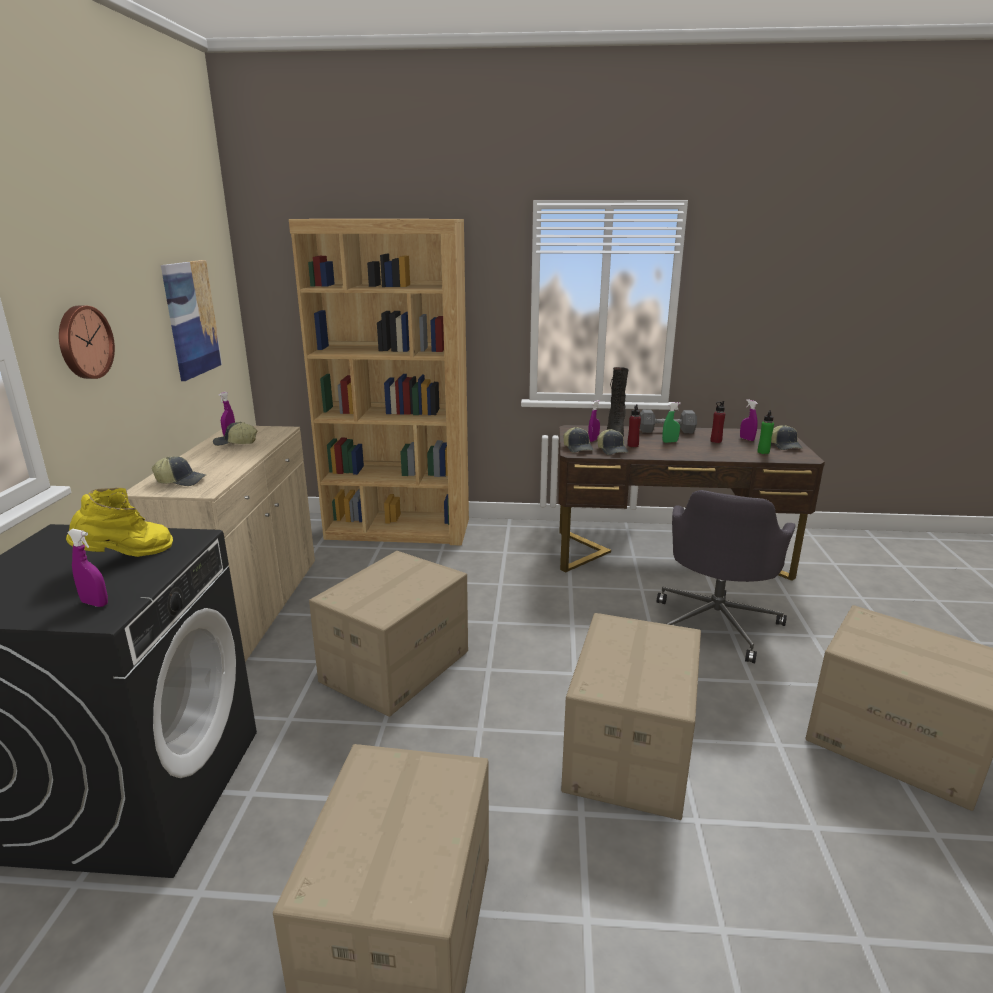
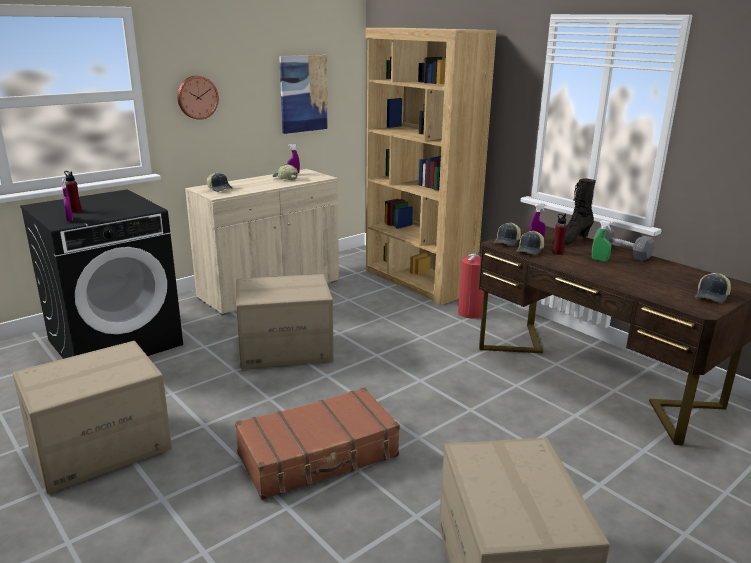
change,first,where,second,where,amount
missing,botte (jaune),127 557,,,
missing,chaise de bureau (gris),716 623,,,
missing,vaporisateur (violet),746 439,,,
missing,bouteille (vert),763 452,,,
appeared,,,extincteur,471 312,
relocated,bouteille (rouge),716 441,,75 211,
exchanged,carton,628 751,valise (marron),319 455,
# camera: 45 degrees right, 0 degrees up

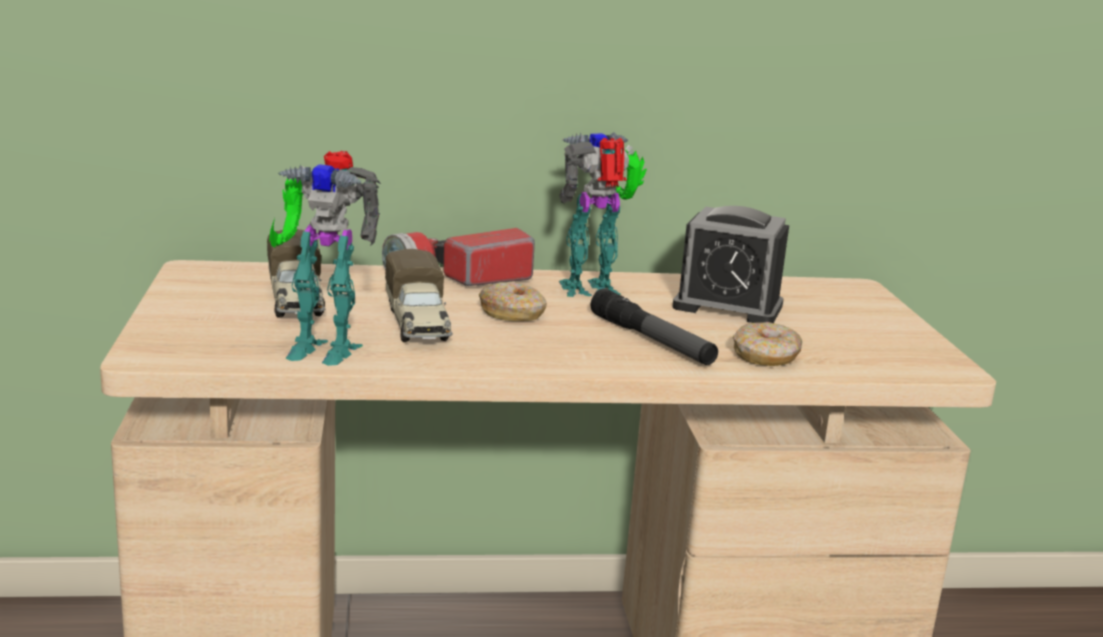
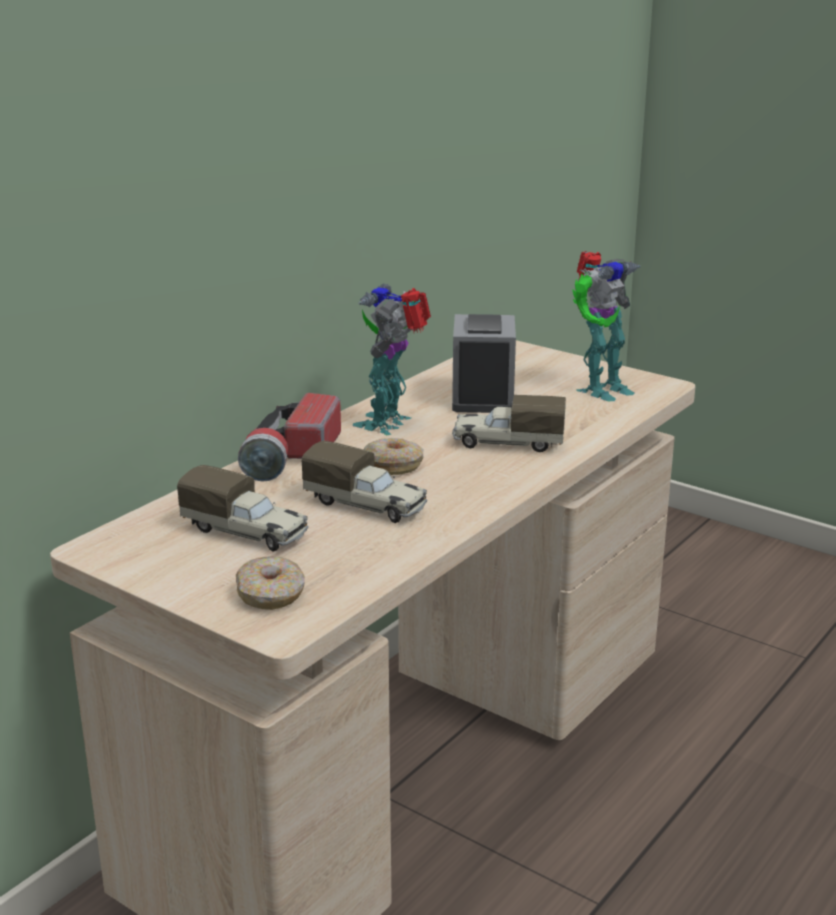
change,first,where,second,where,amount
relocated,robot jouet,321 347,,600 389,
relocated,beignet,765 356,,271 594,
exchanged,lampe de poche,651 340,camion jouet,507 443,
spun,réveil,728 306,,482 396,120 degrees clockwise
# camera: 45 degrees left, 5 degrees up

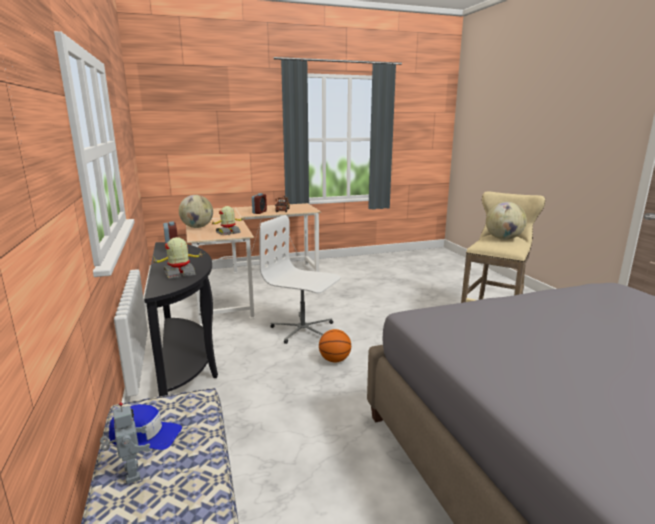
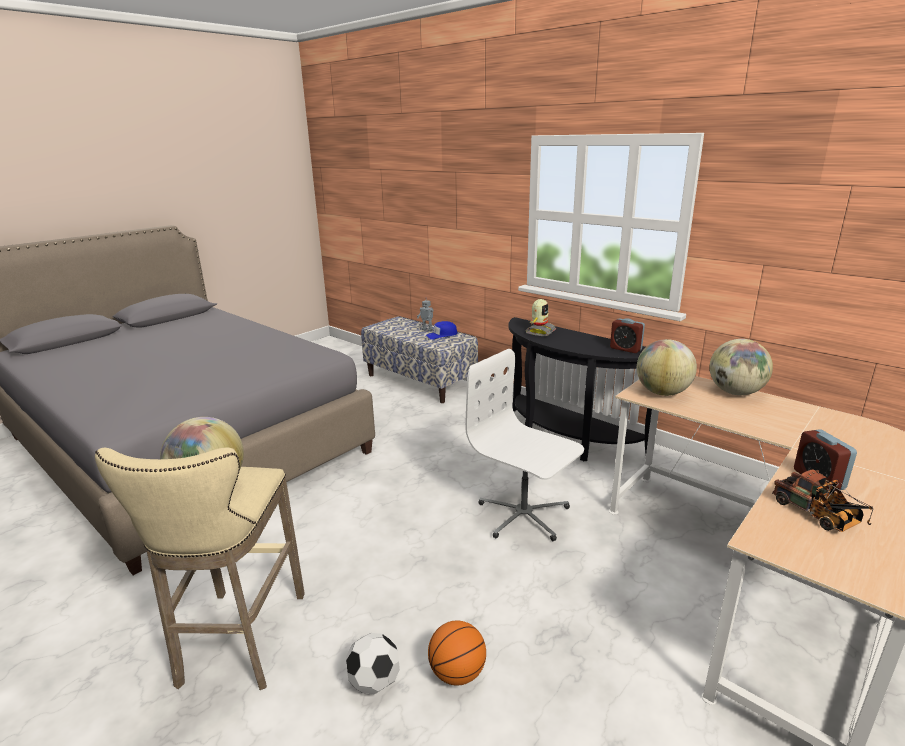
change,first,where,second,where,amount
appeared,,,ballon de foot,374 682,
relocated,ballon de basket,334 360,,457 673,
exchanged,robot jouet,228 233,globe,662 392,
spun,chaise de bureau (blanc),303 330,,523 515,135 degrees counterclockwise
# camera: 150 degrees right, 5 degrees up

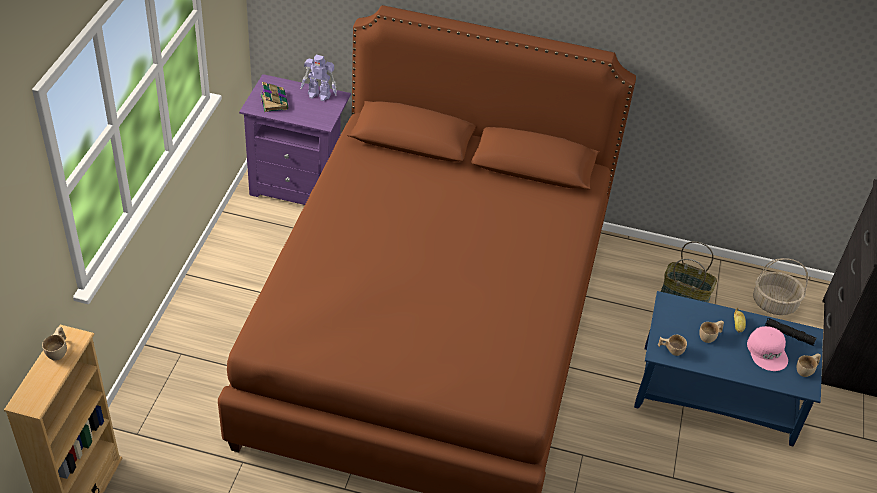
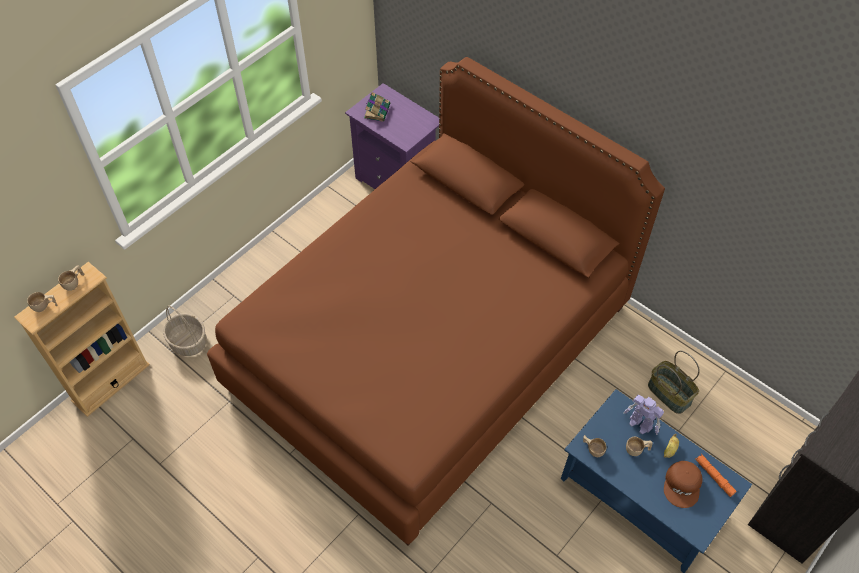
change,first,where,second,where,amount
relocated,robot jouet,319 95,,640 424,
relocated,panier,773 303,,188 342,
relocated,tasse (beige),807 370,,45 307,
colour,casquette (rose),767 352,casquette (marron),682 485,
colour,lampe de poche (noir),789 334,lampe de poche (orange),714 477,
# camera: 30 degrees right, 10 degrees up

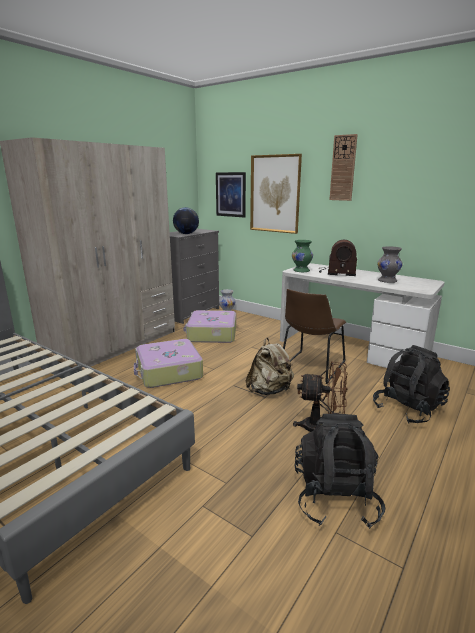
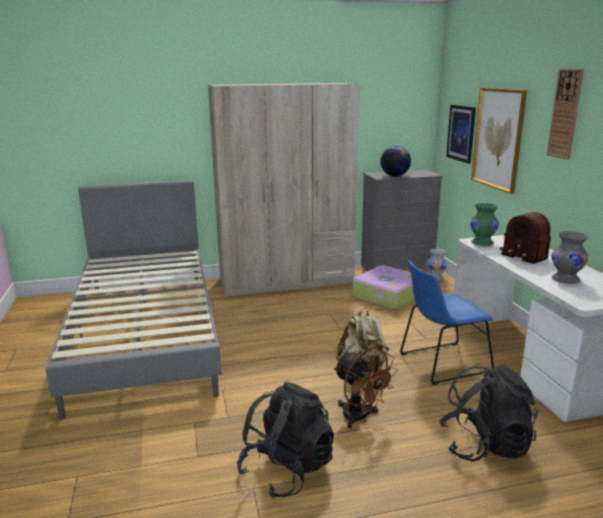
change,first,where,second,where,amount
missing,valise,168 372,,,
colour,chaise (marron),311 367,chaise (bleu),441 363,
# camera: 40 degrees right, 0 degrees up

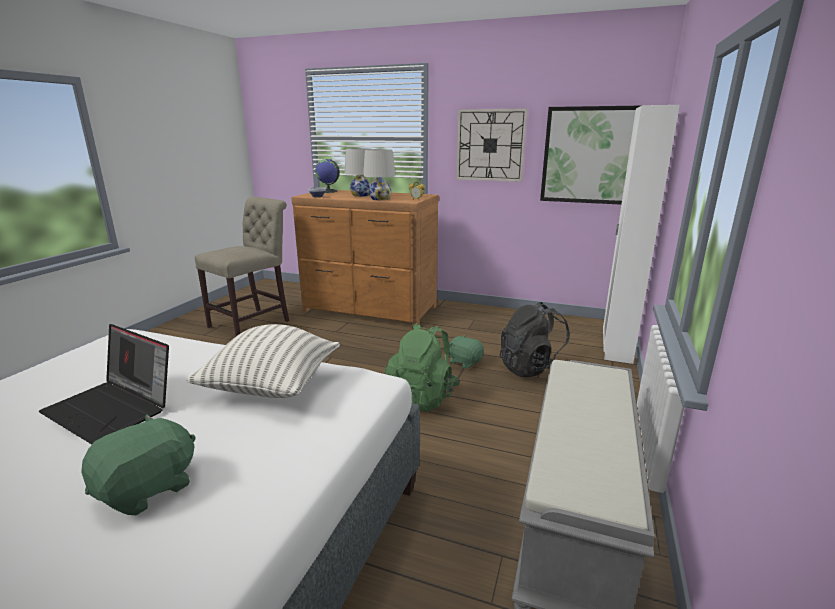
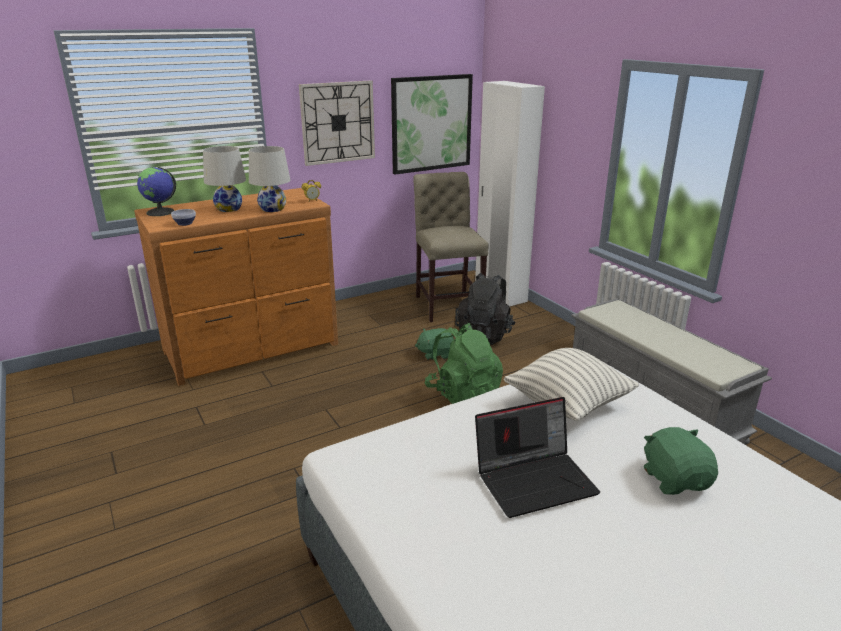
change,first,where,second,where,amount
relocated,chaise (beige),253 322,,447 304,
# camera: 50 degrees left, 5 degrees up

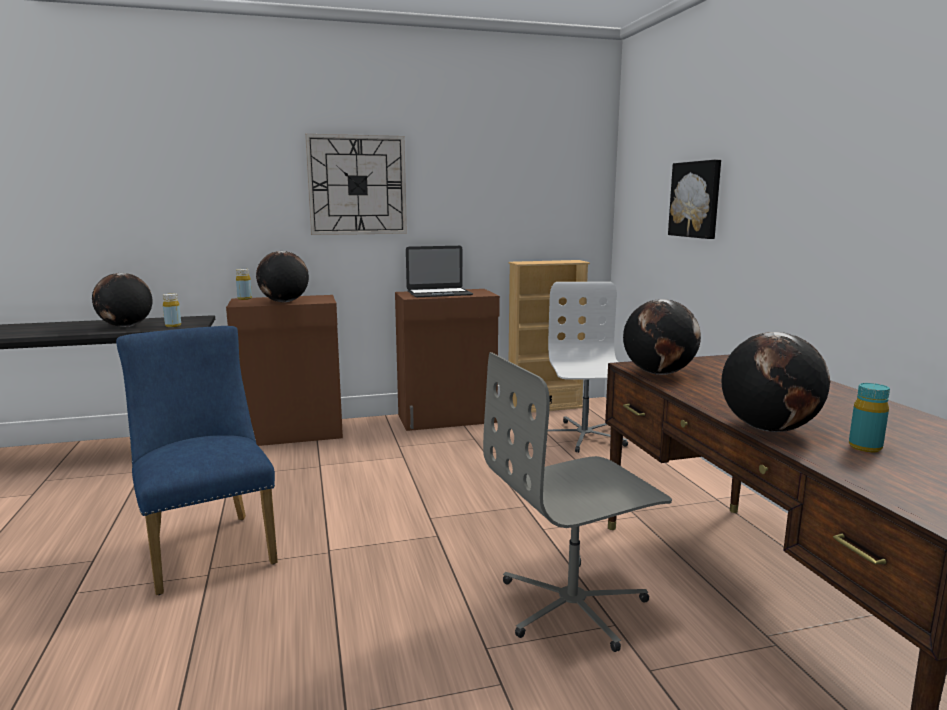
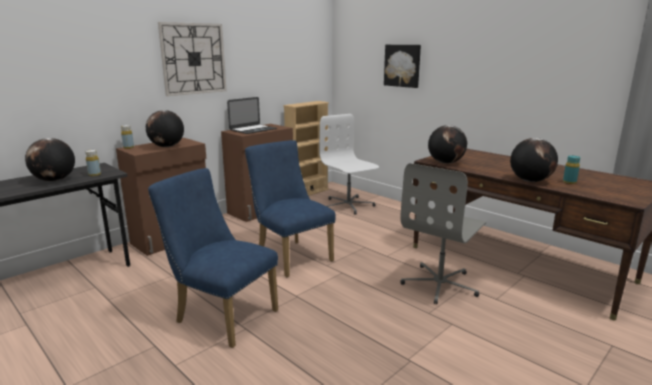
change,first,where,second,where,amount
appeared,,,chaise (bleu),290 256,
# camera: 30 degrees left, 5 degrees up

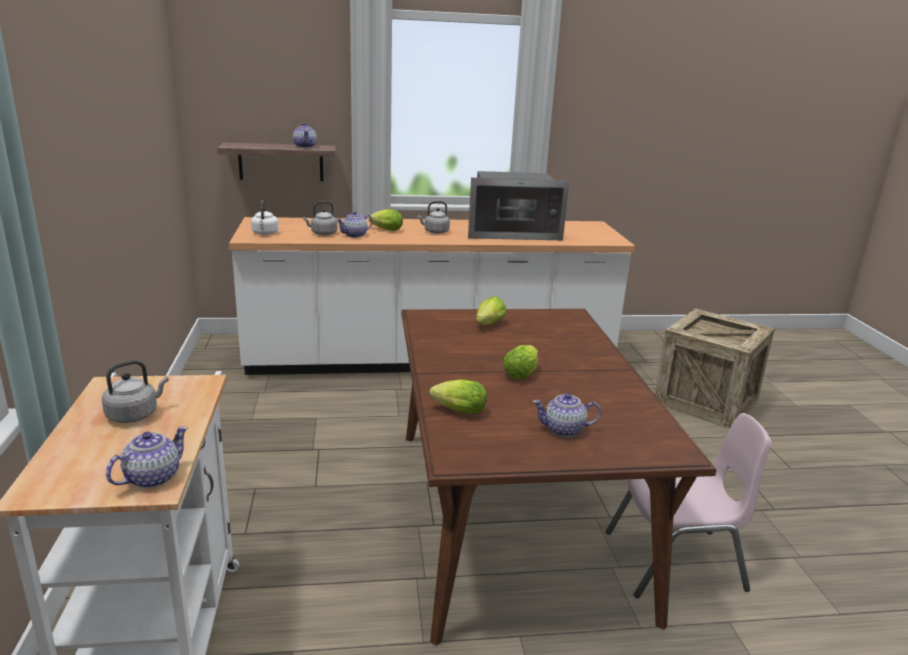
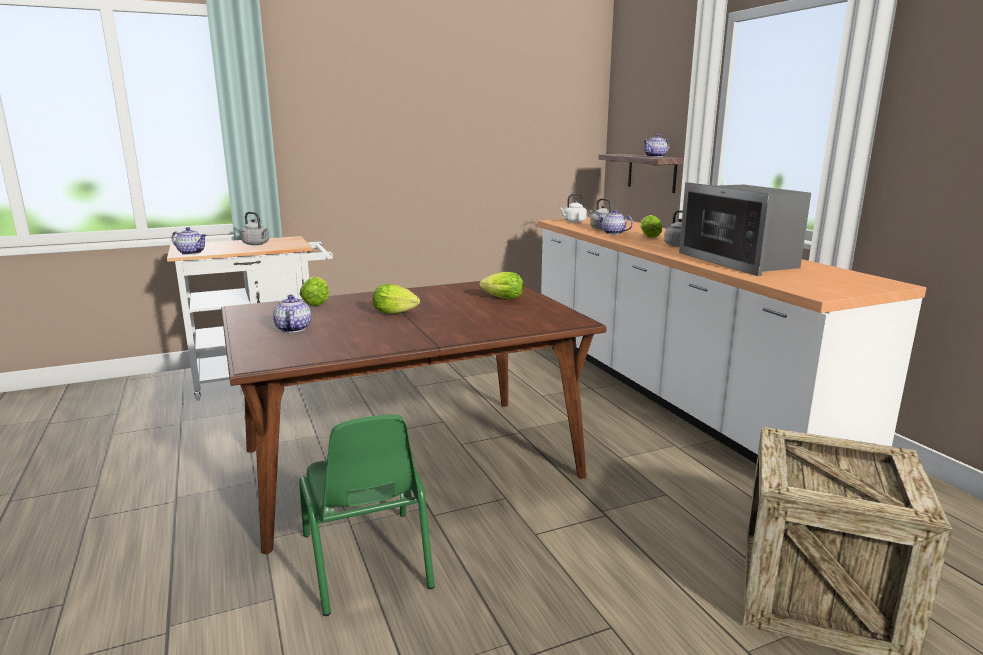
change,first,where,second,where,amount
colour,chaise (rose),675 562,chaise (vert),366 561,
# camera: 75 degrees right, 5 degrees down

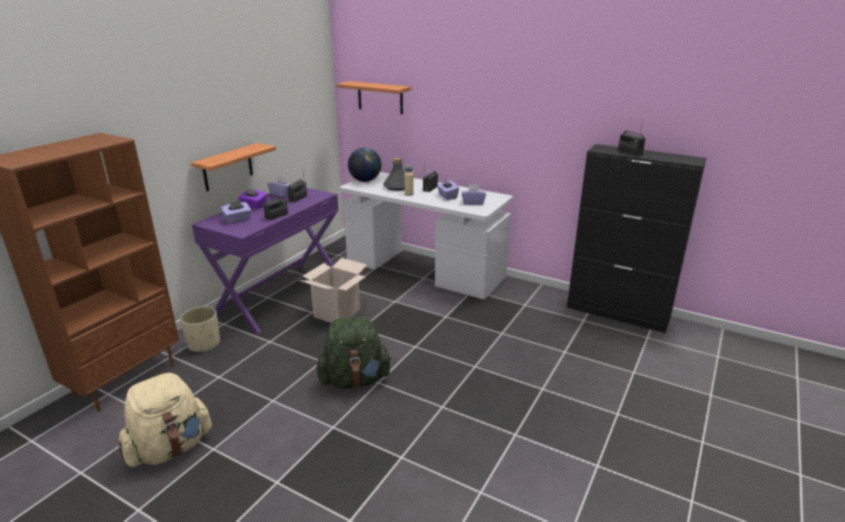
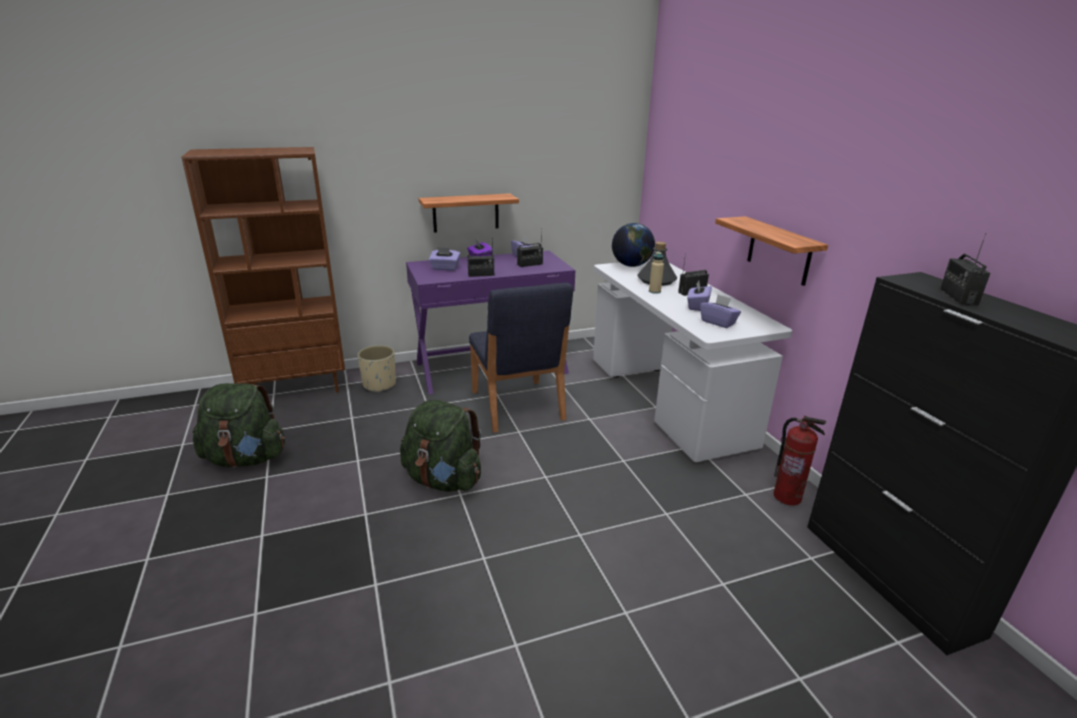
change,first,where,second,where,amount
appeared,,,extincteur,787 497,
relocated,étagère,380 97,,779 251,
exchanged,carton,337 313,chaise (bleu),517 406,
colour,sac à dos (beige),170 448,sac à dos (vert),246 458,
# camera: 40 degrees right, 0 degrees up

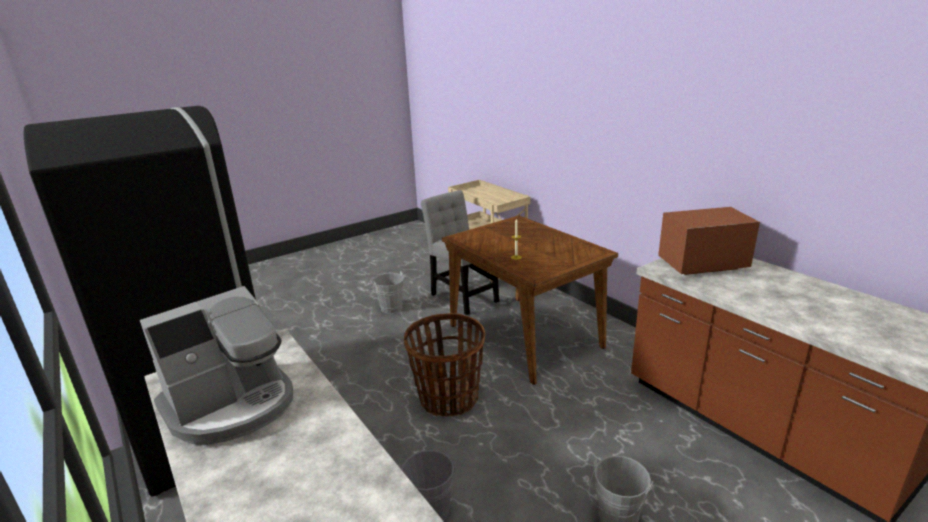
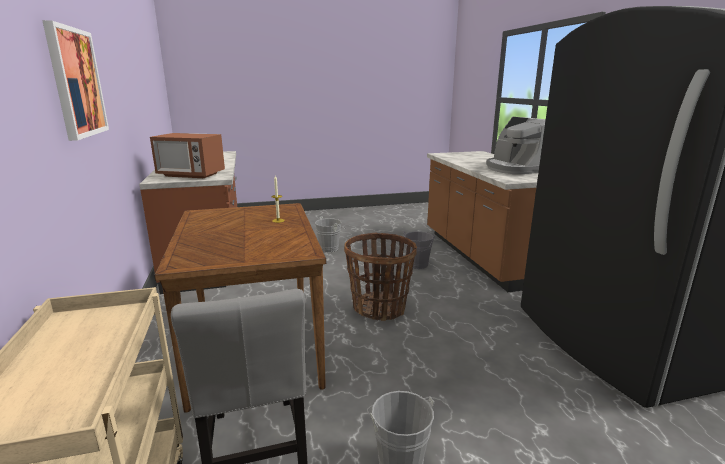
change,first,where,second,where,amount
appeared,,,tableau,76 83,
spun,machine à café,232 405,,515 169,90 degrees counterclockwise
# camera: 160 degrees left, 5 degrees down

